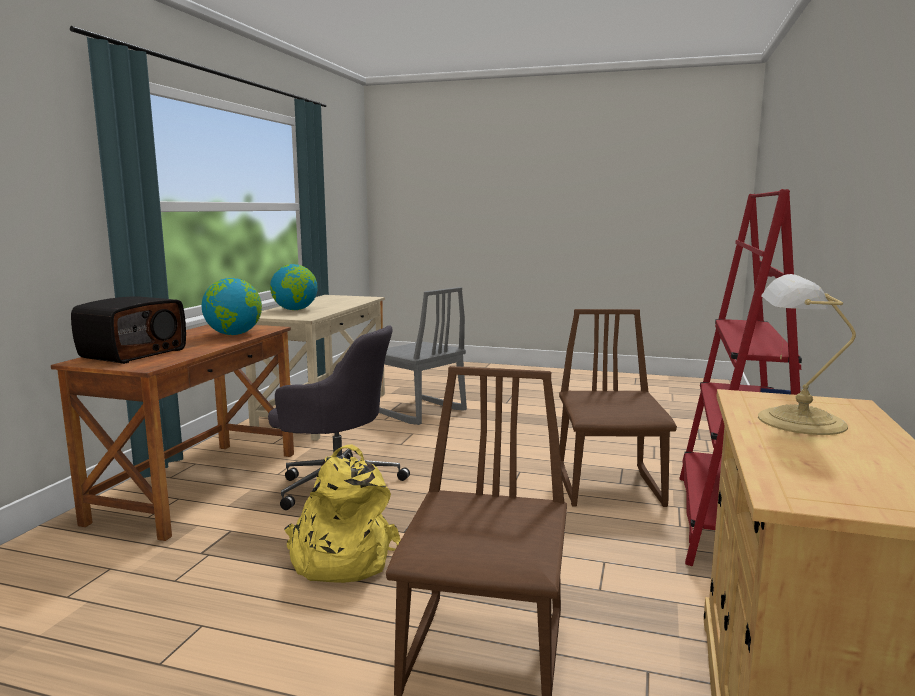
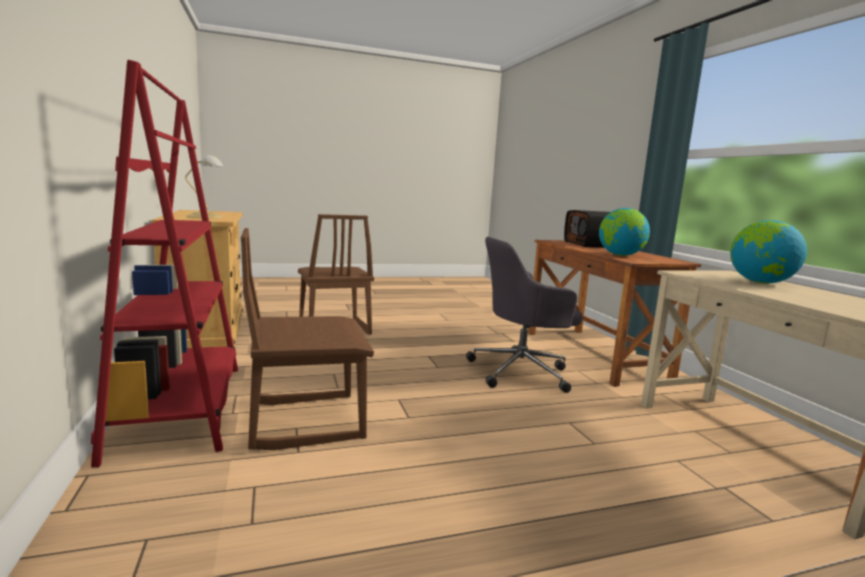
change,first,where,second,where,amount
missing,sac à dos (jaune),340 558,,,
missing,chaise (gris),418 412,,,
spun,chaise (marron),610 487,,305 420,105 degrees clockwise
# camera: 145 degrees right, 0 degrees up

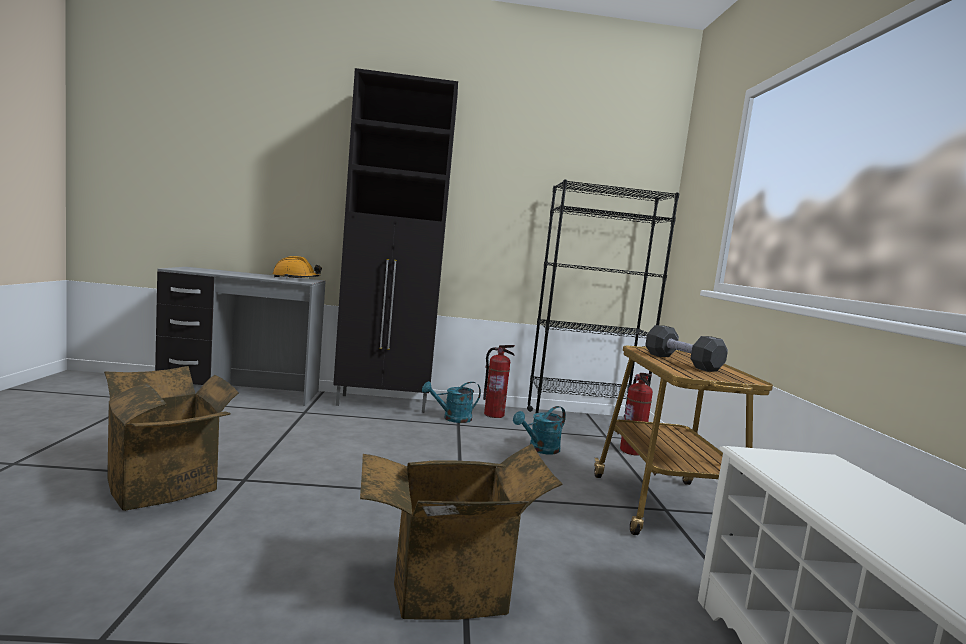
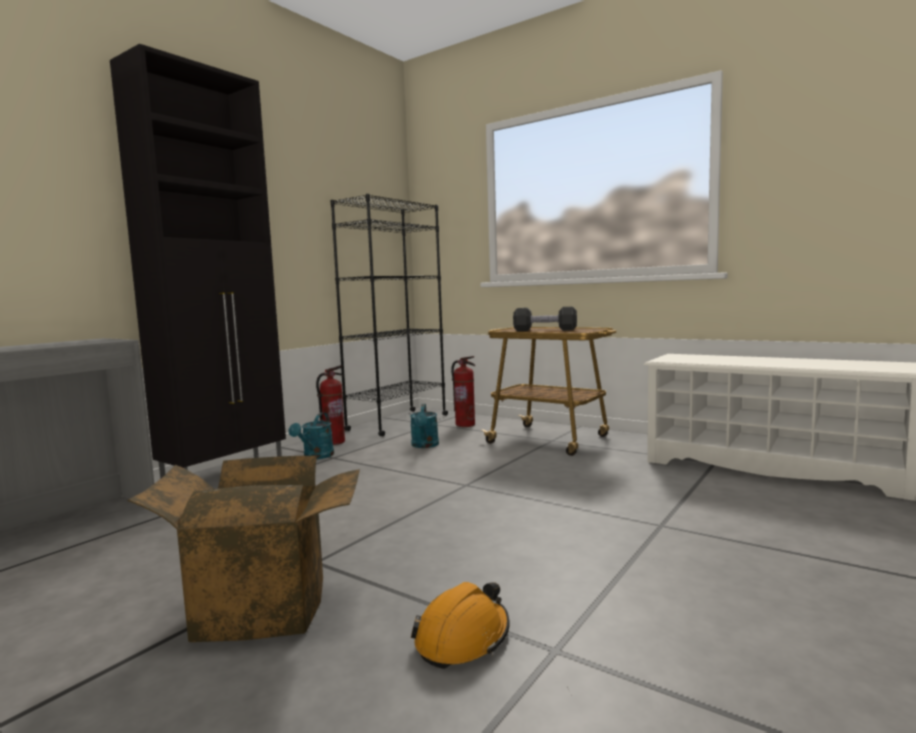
change,first,where,second,where,amount
missing,carton,447 588,,,
relocated,casque de chantier (orange),296 279,,463 639,
# camera: 50 degrees left, 0 degrees up

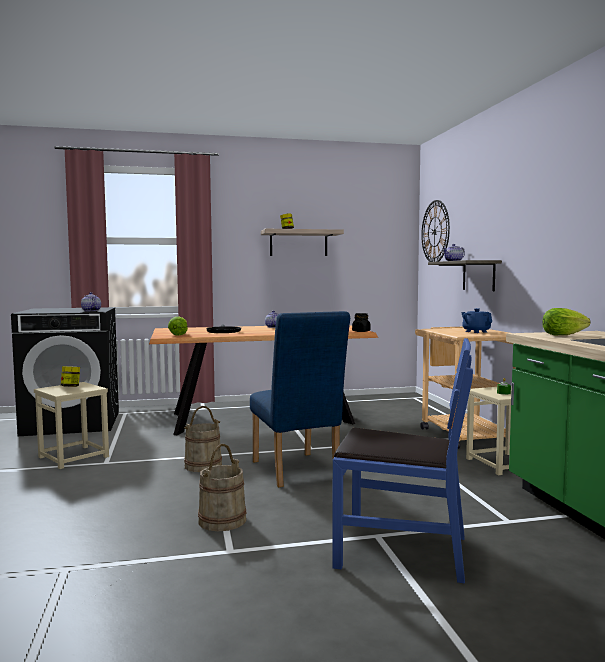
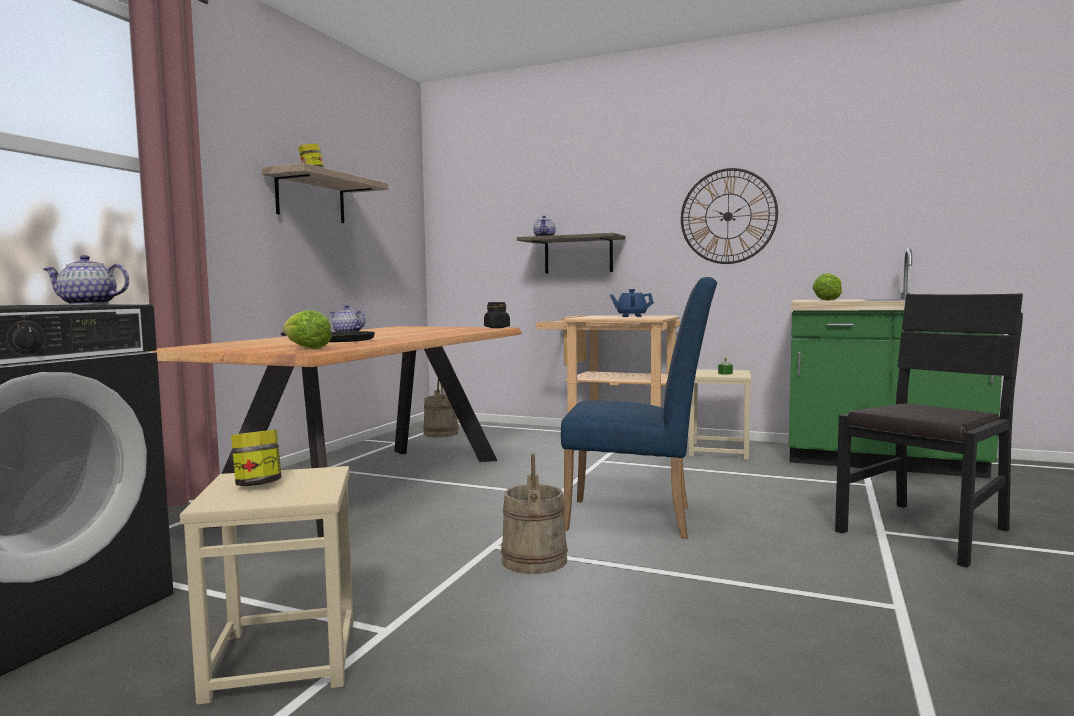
change,first,where,second,where,amount
relocated,seau (beige),222 520,,440 433,
relocated,horloge murale,435 231,,728 216,
colour,chaise (bleu),401 550,chaise (noir),925 531,
# camera: 55 degrees left, 0 degrees up

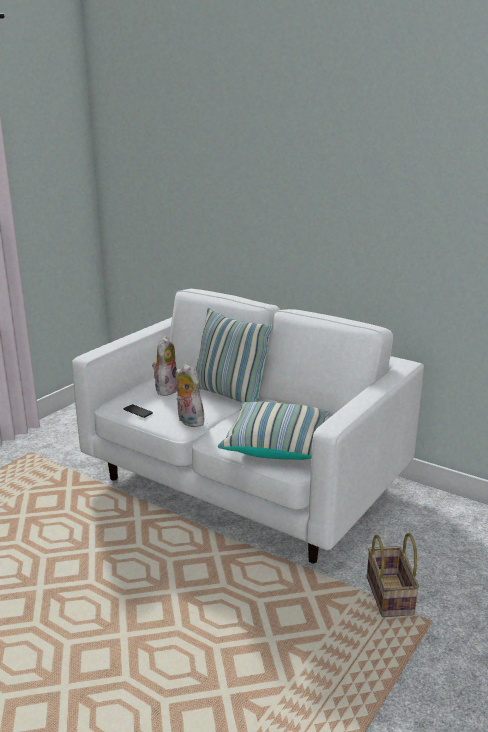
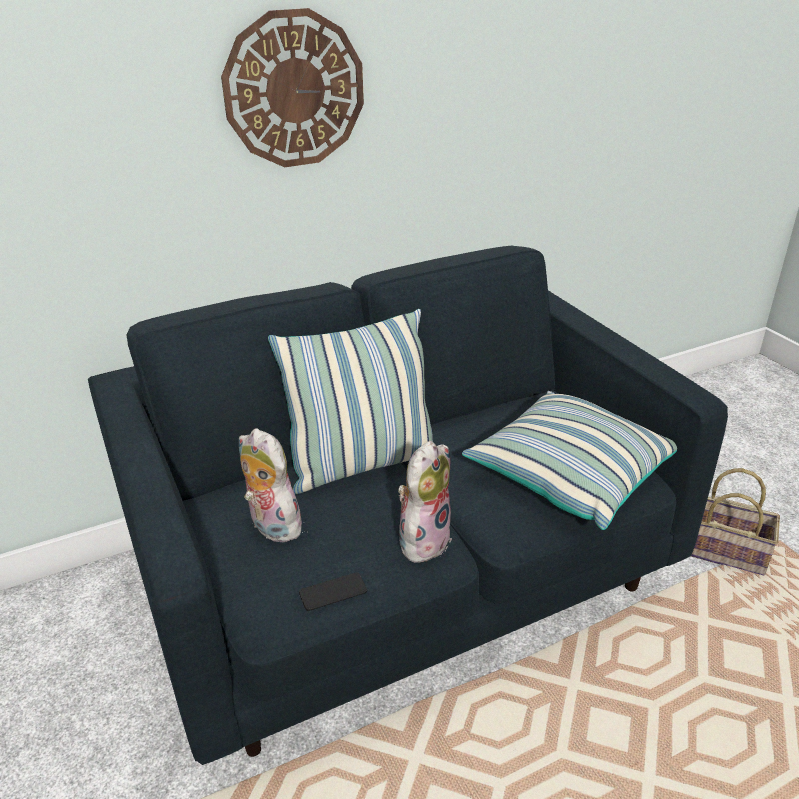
change,first,where,second,where,amount
appeared,,,horloge murale,294 90,
colour,canapé (blanc),244 482,canapé (bleu),402 577,
spun,peluche,188 421,,423 539,135 degrees clockwise
# camera: 60 degrees left, 10 degrees up

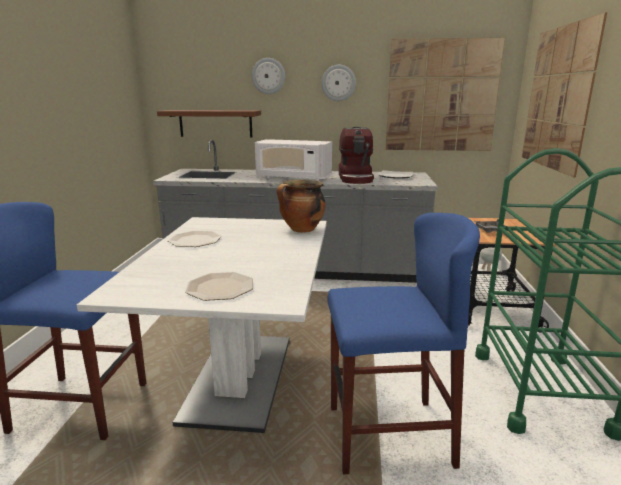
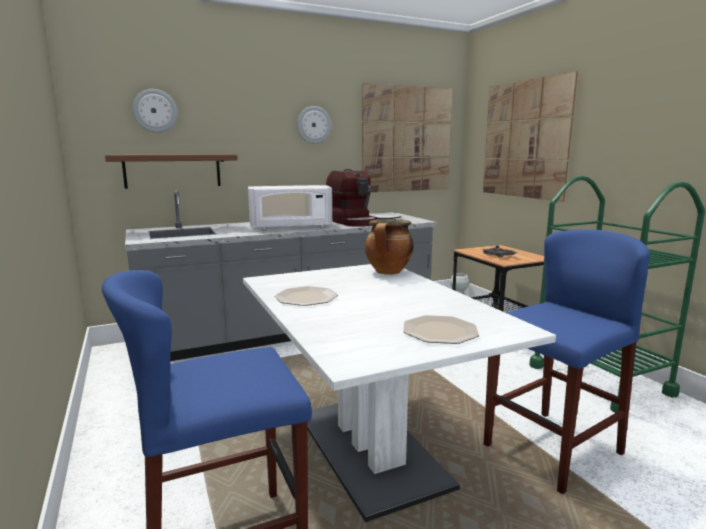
change,first,where,second,where,amount
relocated,horloge murale,268 76,,155 111,
# camera: 30 degrees left, 5 degrees down

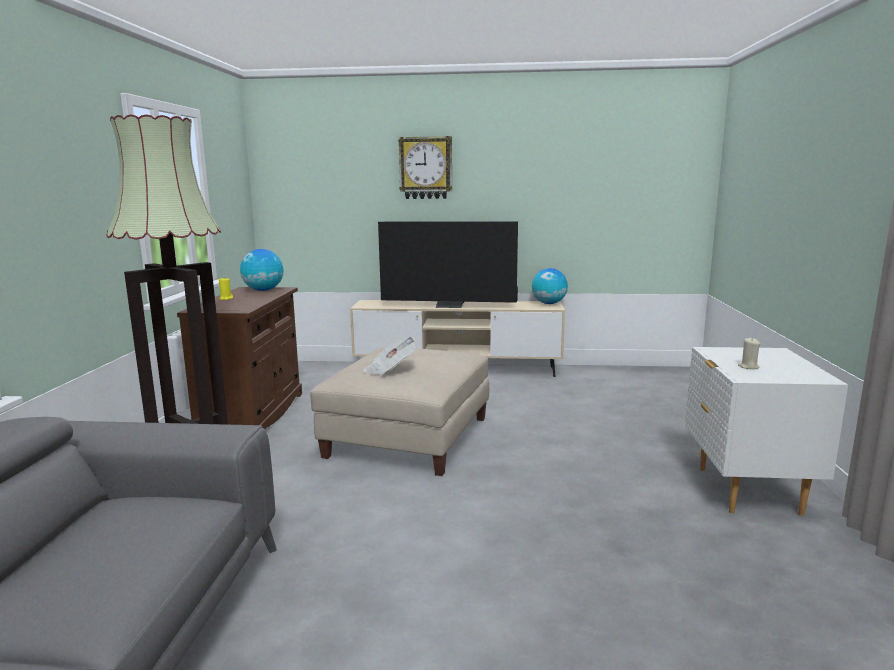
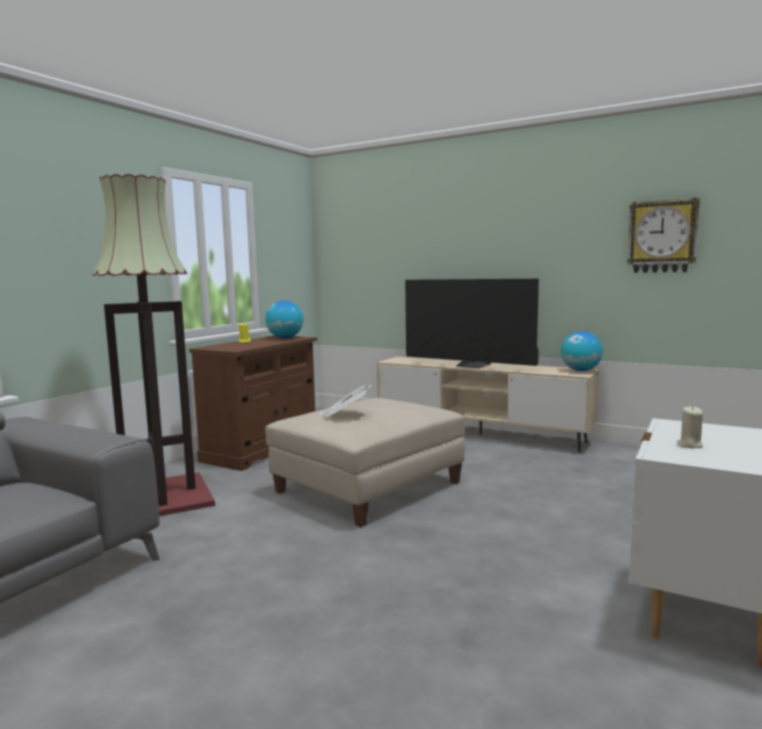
change,first,where,second,where,amount
relocated,horloge murale,426 168,,662 236,
# camera: 25 degrees right, 5 degrees down

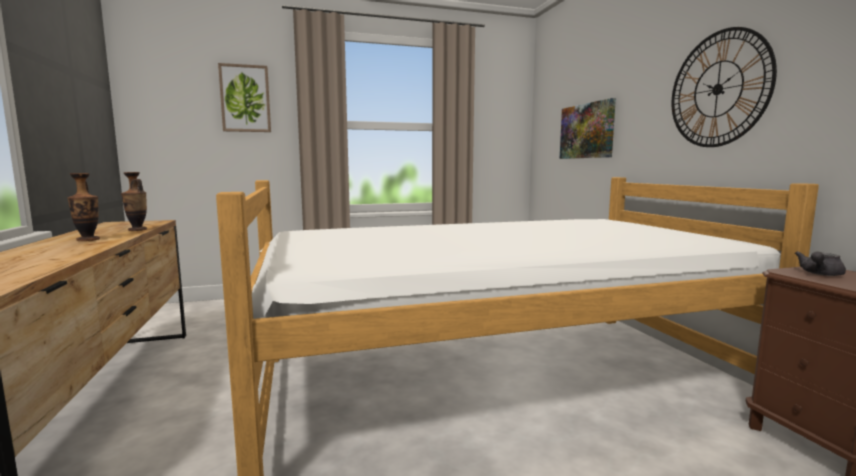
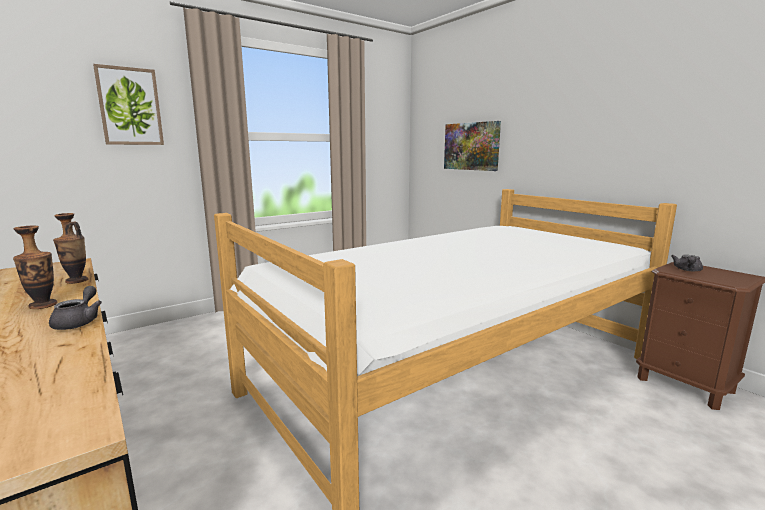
change,first,where,second,where,amount
missing,horloge murale,718 89,,,
appeared,,,théière (gris),79 322,
# camera: 20 degrees left, 5 degrees up

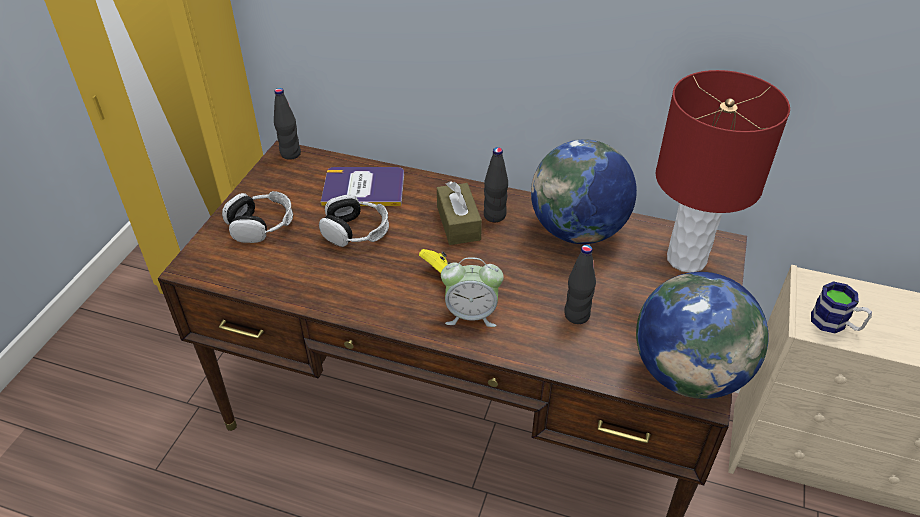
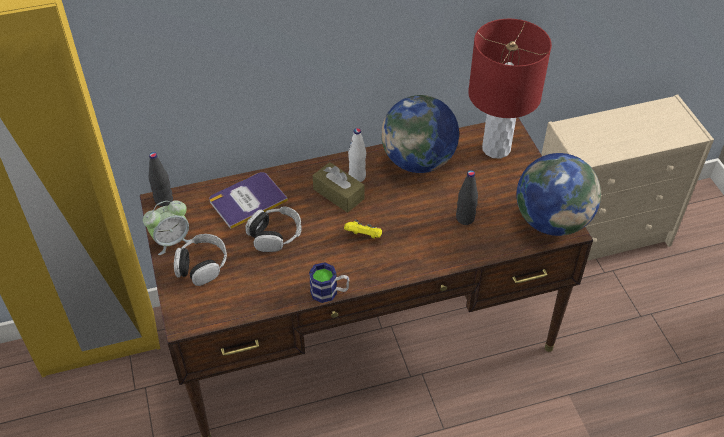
change,first,where,second,where,amount
relocated,réveil,471 314,,171 241,
relocated,mug,835 324,,329 292,
colour,bouteille (noir),494 216,bouteille (blanc),357 176,
# camera: 35 degrees left, 5 degrees up

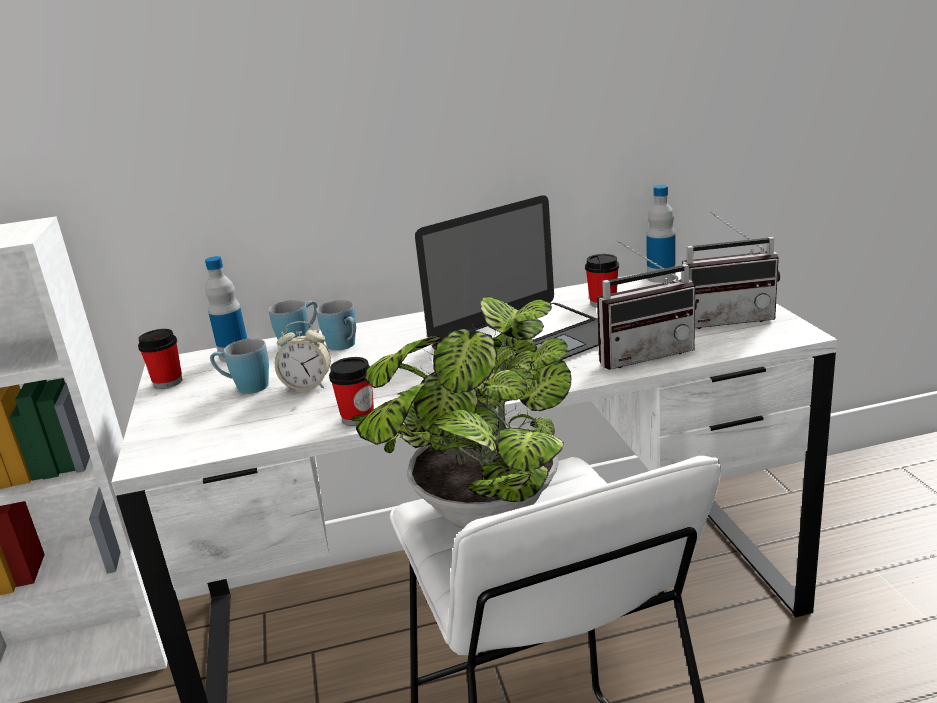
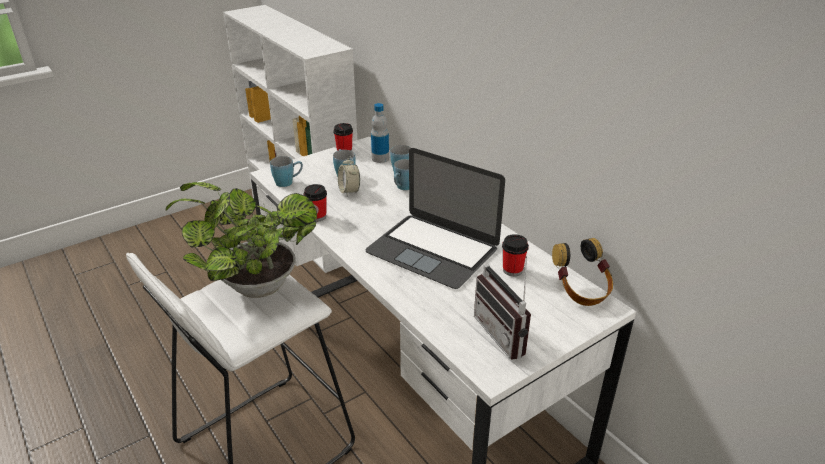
change,first,where,second,where,amount
missing,radio,642 354,,,
appeared,,,mug (bleu),288 182,
exchanged,bouteille,661 277,casque audio,581 290,
# camera: 65 degrees right, 10 degrees up

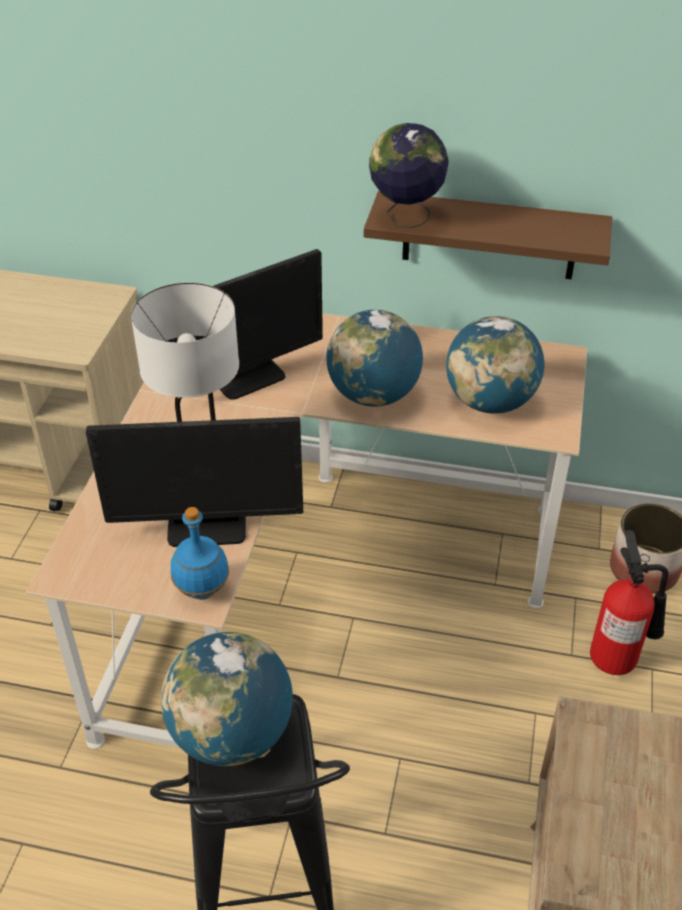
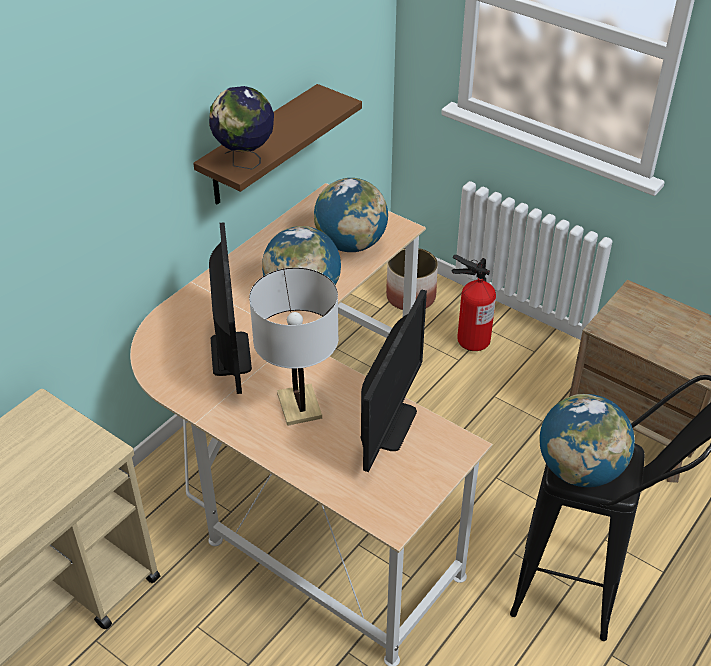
change,first,where,second,where,amount
missing,bouteille (bleu),203 590,,,
# camera: 65 degrees left, 0 degrees up

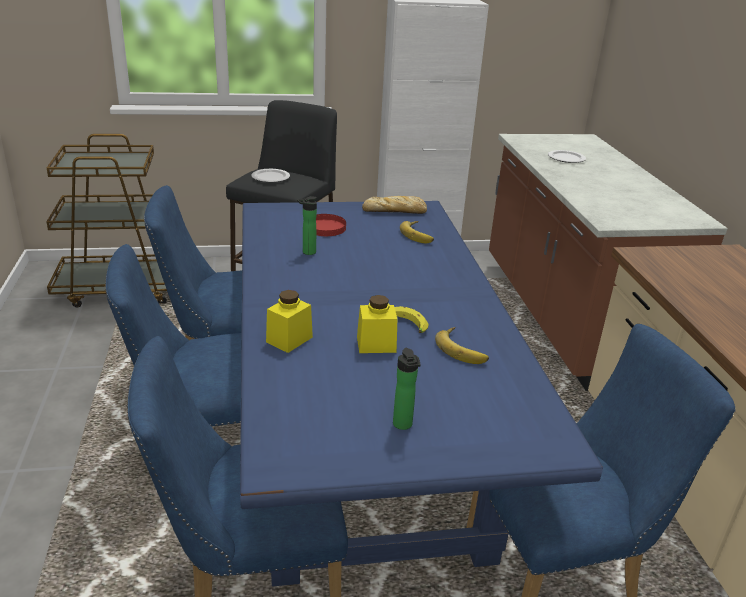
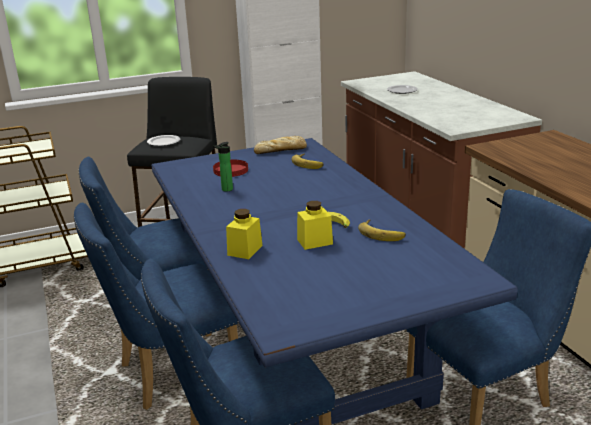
change,first,where,second,where,amount
missing,bouteille,403 426,,,
# camera: 10 degrees left, 5 degrees down

